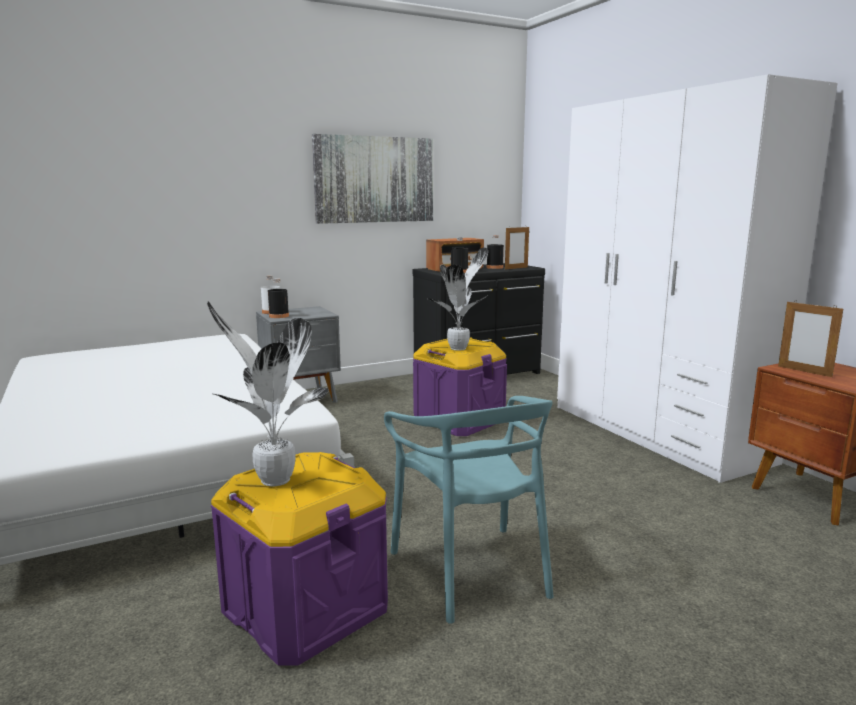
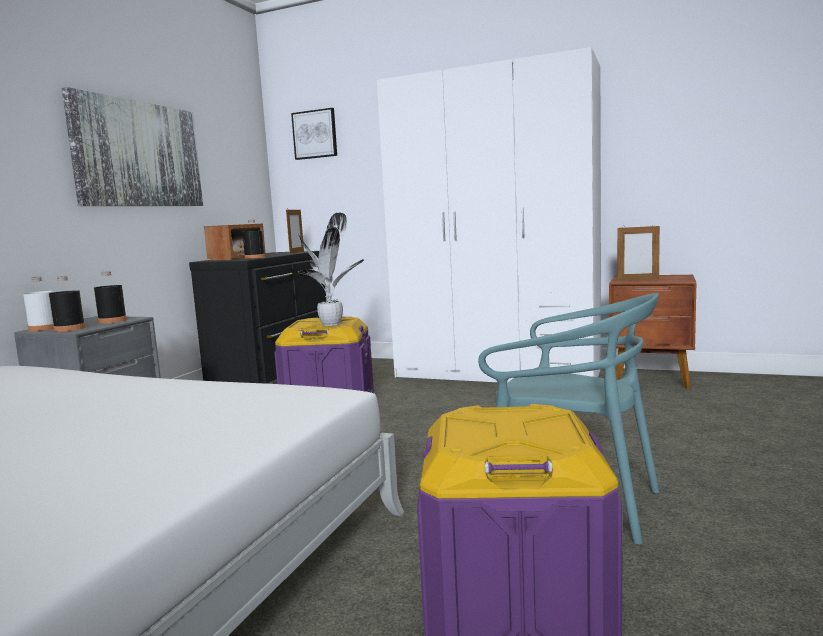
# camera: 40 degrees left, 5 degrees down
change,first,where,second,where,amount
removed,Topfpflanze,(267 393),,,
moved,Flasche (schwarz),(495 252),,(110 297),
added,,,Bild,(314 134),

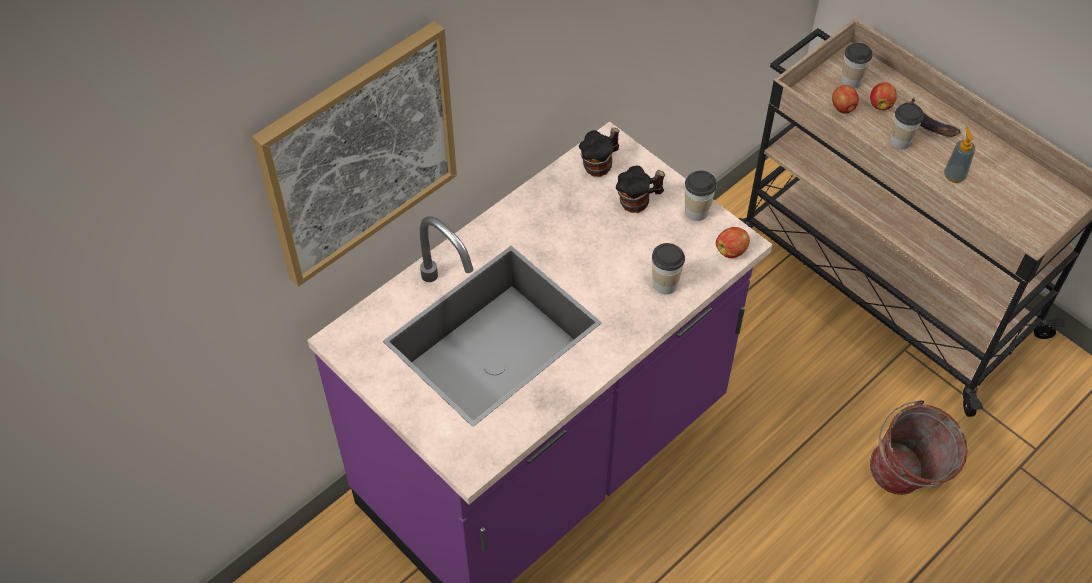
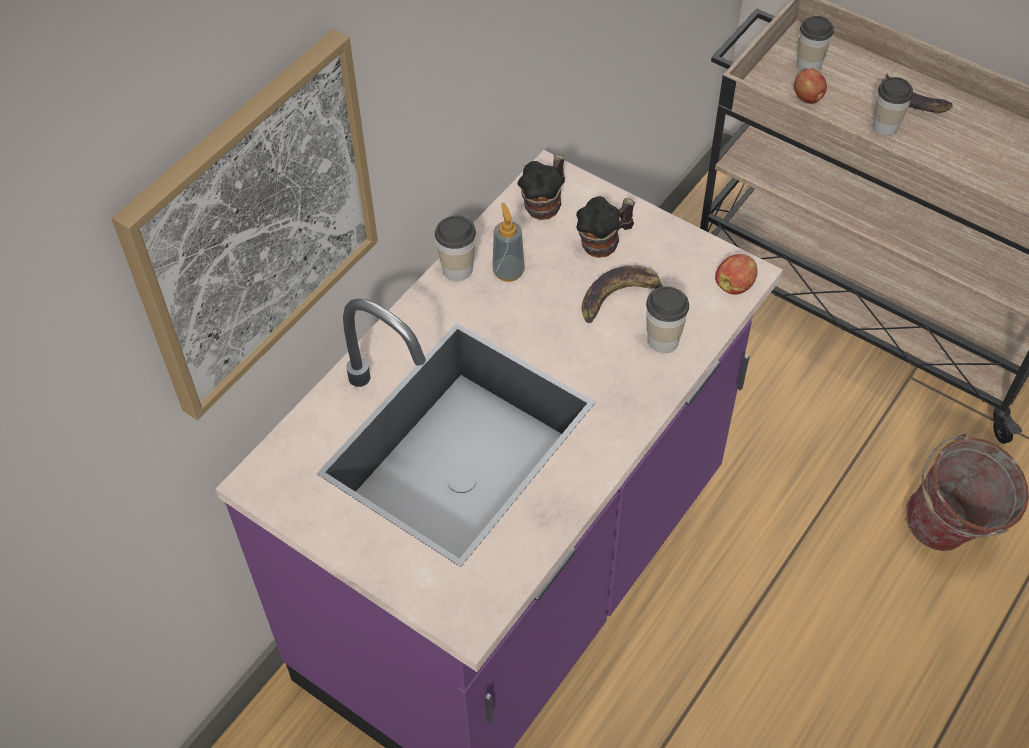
# camera: 10 degrees left, 0 degrees up
change,first,where,second,where,amount
moved,Tasse,(701 195),,(455 248),
removed,Apfel,(883 96),,,
moved,Seifenspender,(959 155),,(508 242),
added,,,Banane,(622 294),

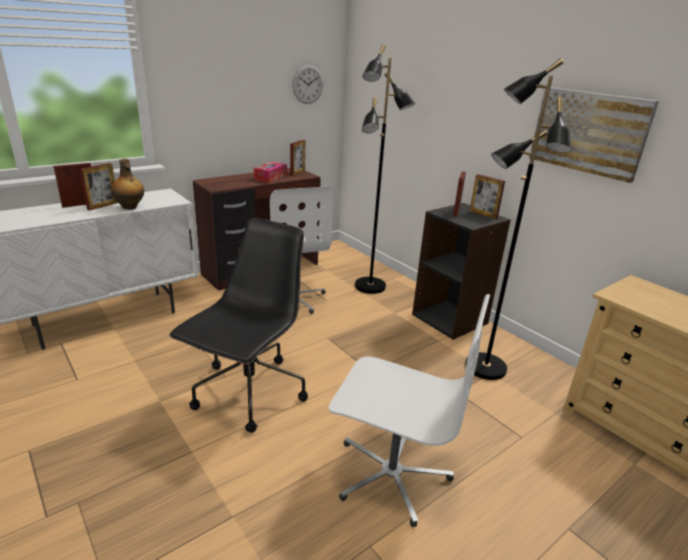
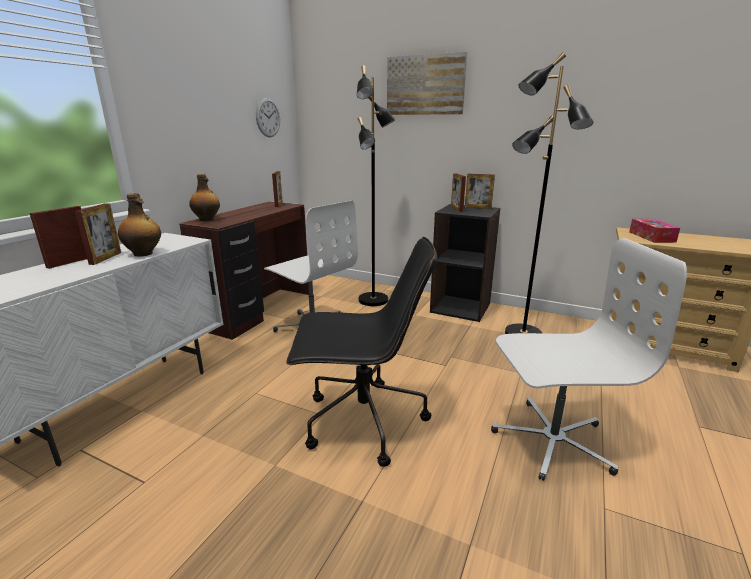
# camera: 25 degrees left, 5 degrees down
change,first,where,second,where,amount
turned,Bürostuhl (schwarz),(238 325),,(361 352),90 degrees clockwise
moved,Taschentuchbox,(270 172),,(654 231),
moved,Bild,(594 135),,(427 83),
added,,,Flasche,(204 197),

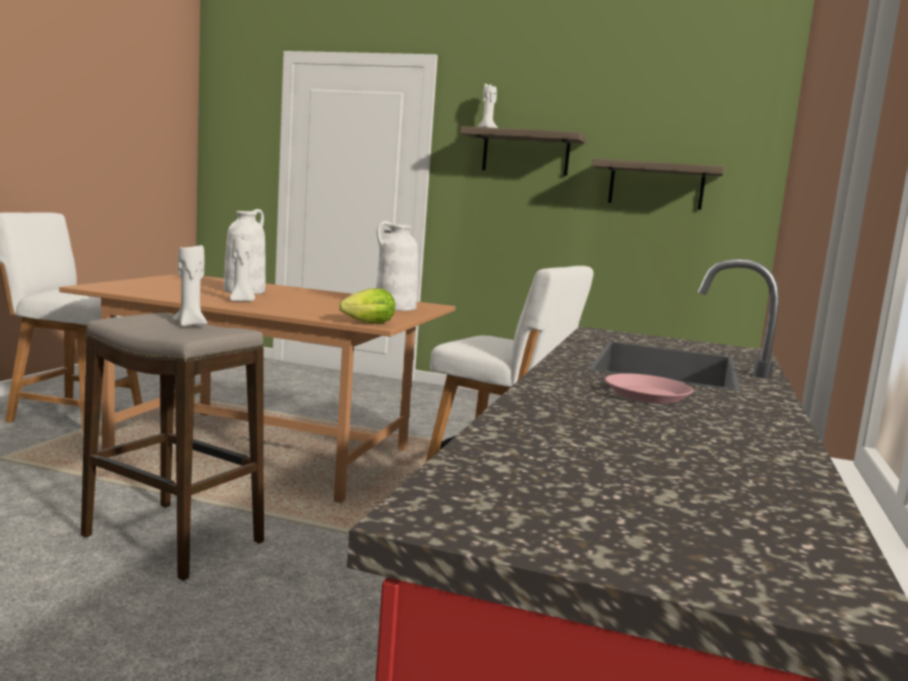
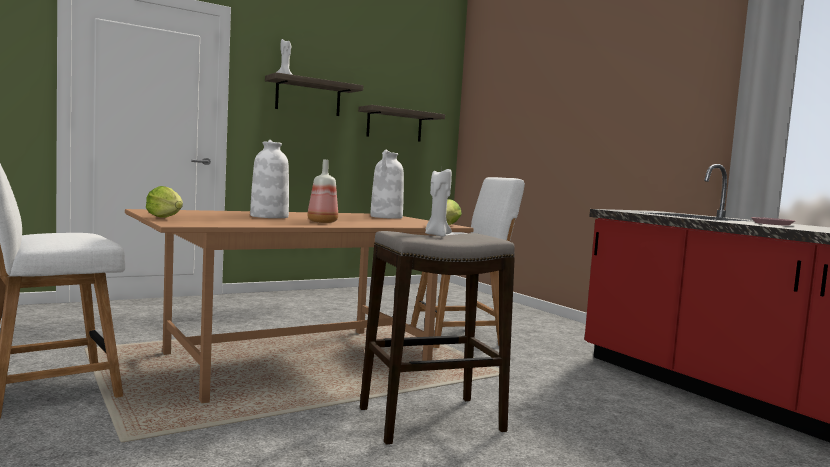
# camera: 50 degrees left, 5 degrees down
change,first,where,second,where,amount
replaced,Kerze (weiß),(242 269),Flasche,(323 191),
added,,,Salatkopf,(164 202),

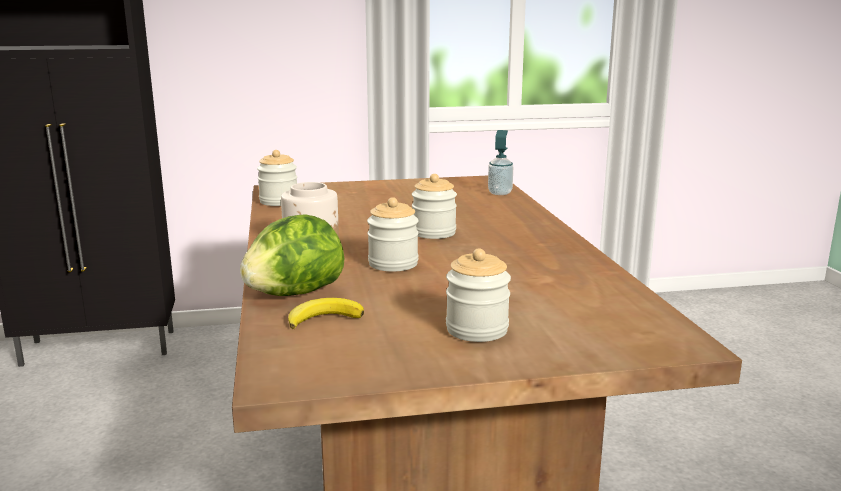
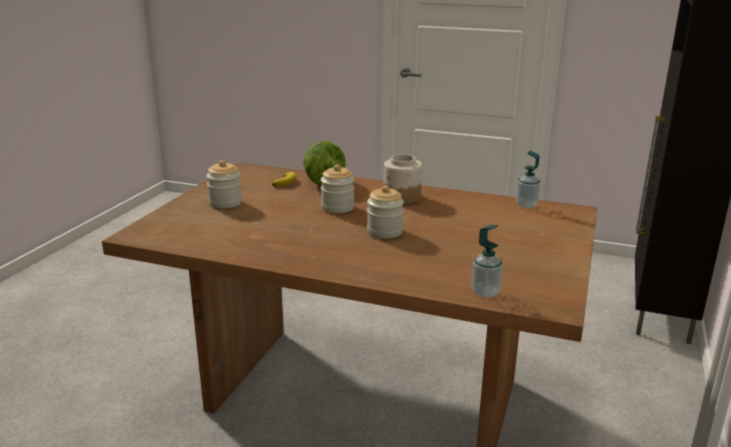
# camera: 120 degrees right, 5 degrees up
change,first,where,second,where,amount
replaced,Vorratsglas,(277 178),Seifenspender,(528 179),

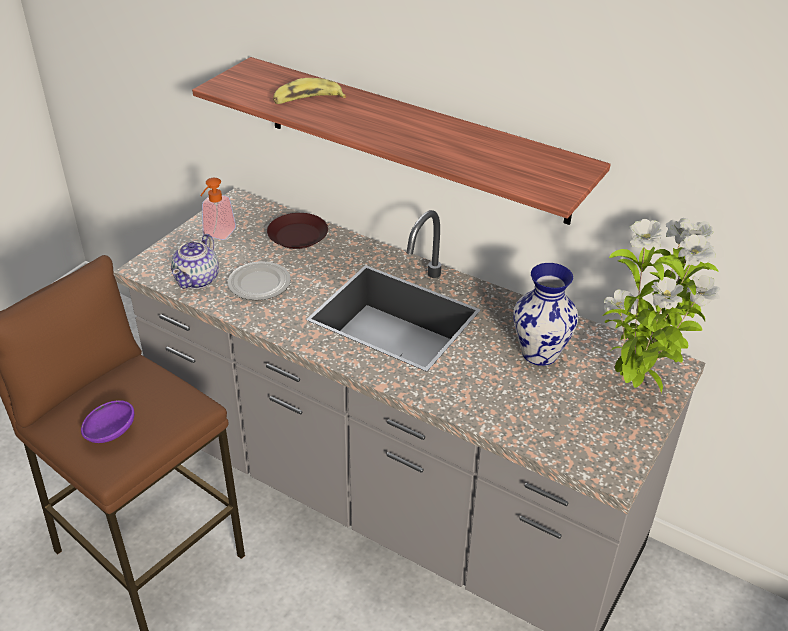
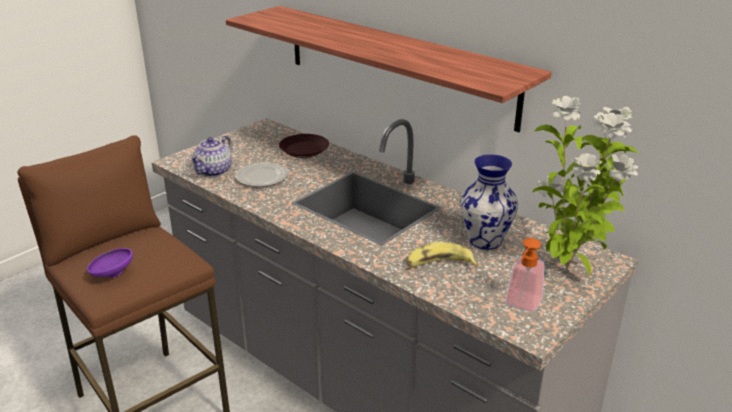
# camera: 10 degrees right, 10 degrees down
change,first,where,second,where,amount
moved,Seifenspender,(218 209),,(525 275),
moved,Banane,(309 91),,(442 254),

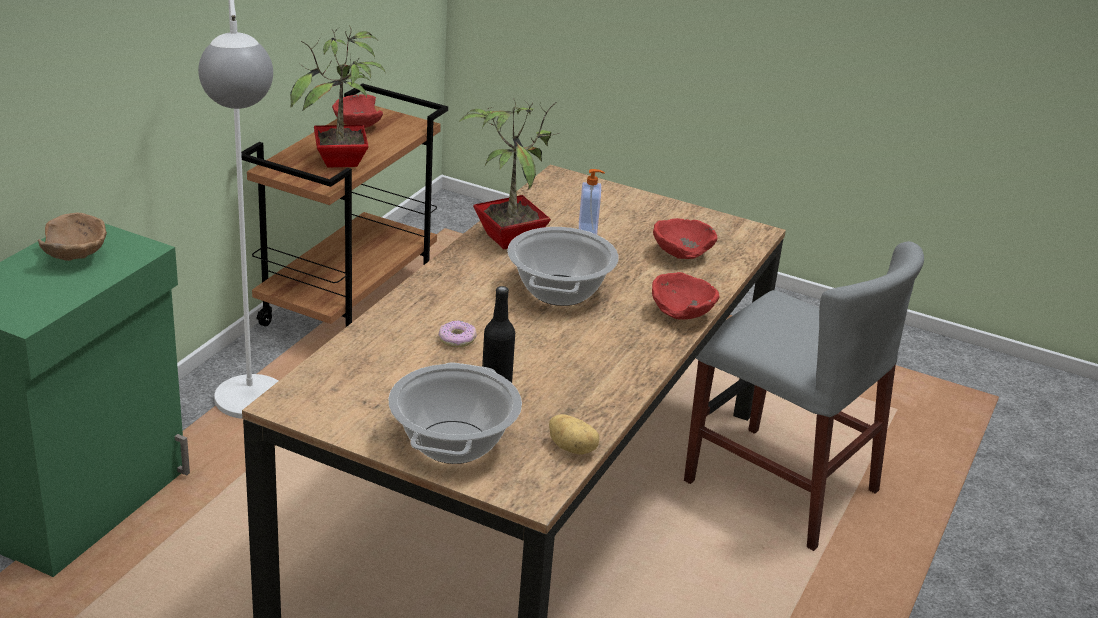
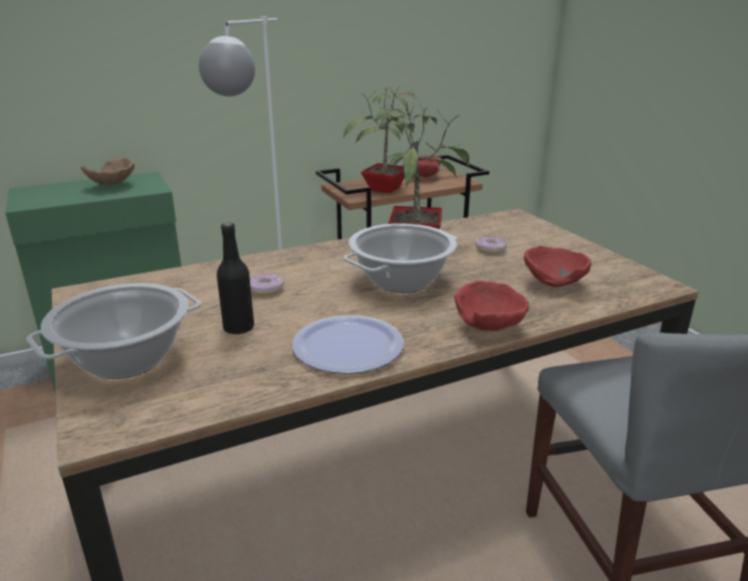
# camera: 40 degrees right, 5 degrees down
change,first,where,second,where,amount
removed,Kartoffel,(574 434),,,
replaced,Seifenspender,(592 202),Donut,(491 245),
added,,,Teller,(348 344),

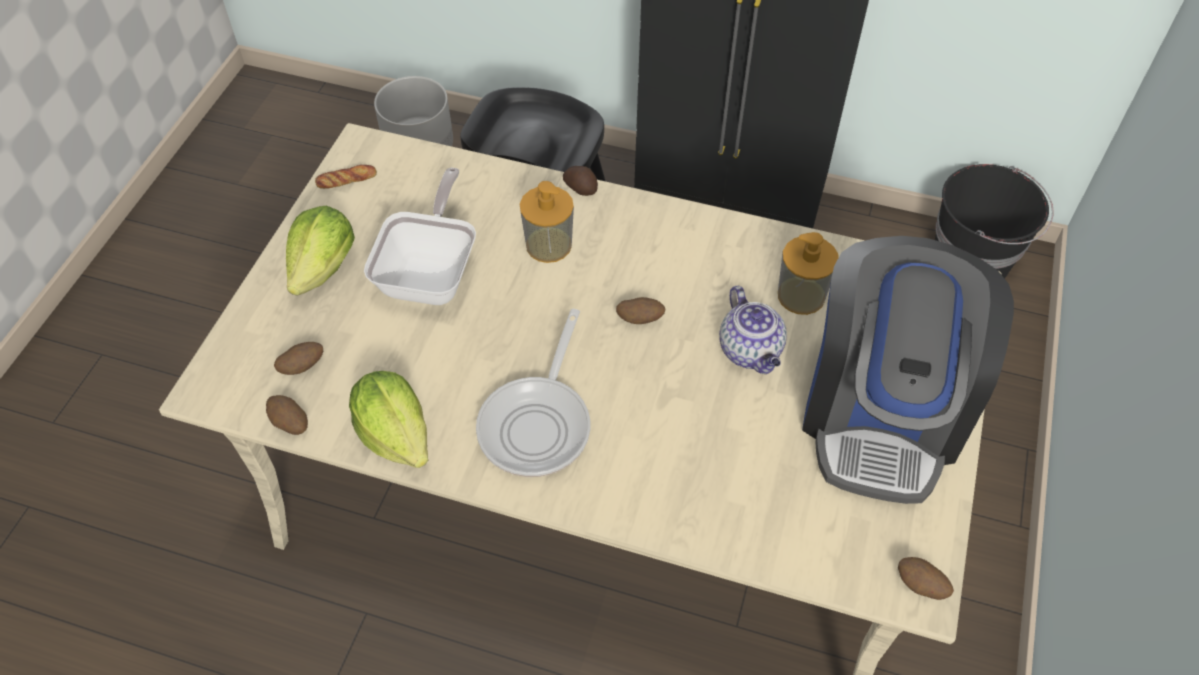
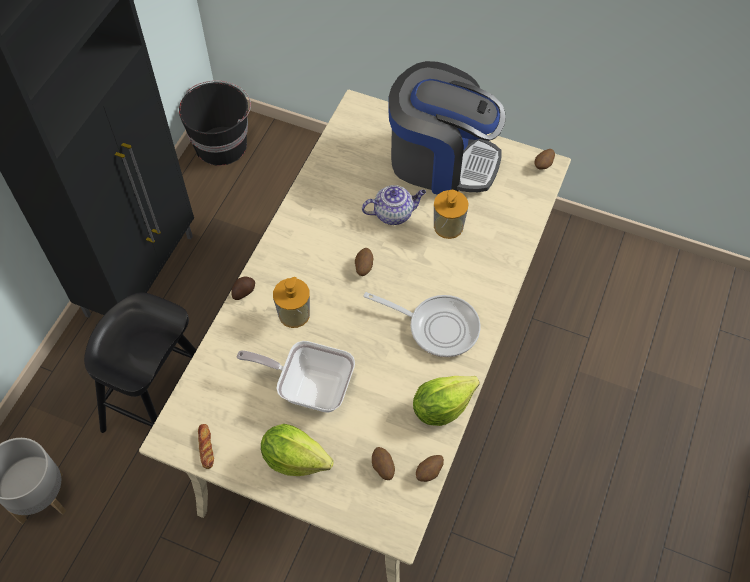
# camera: 85 degrees left, 5 degrees up
change,first,where,second,where,amount
moved,Seifenspender,(808 273),,(451 214),

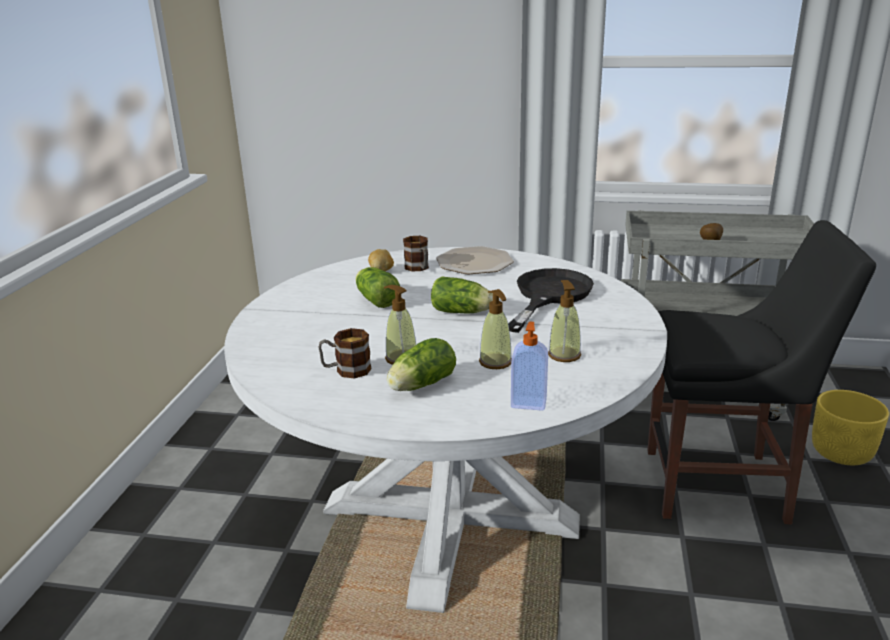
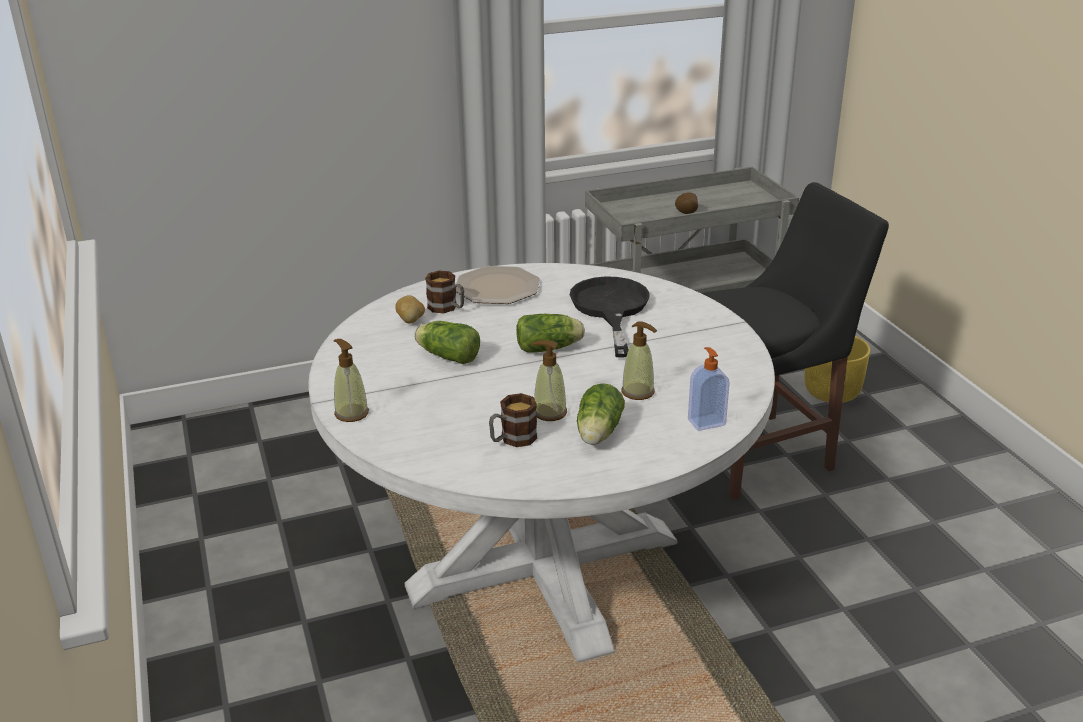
# camera: 30 degrees left, 5 degrees up
change,first,where,second,where,amount
moved,Seifenspender,(564 321),,(351 380),

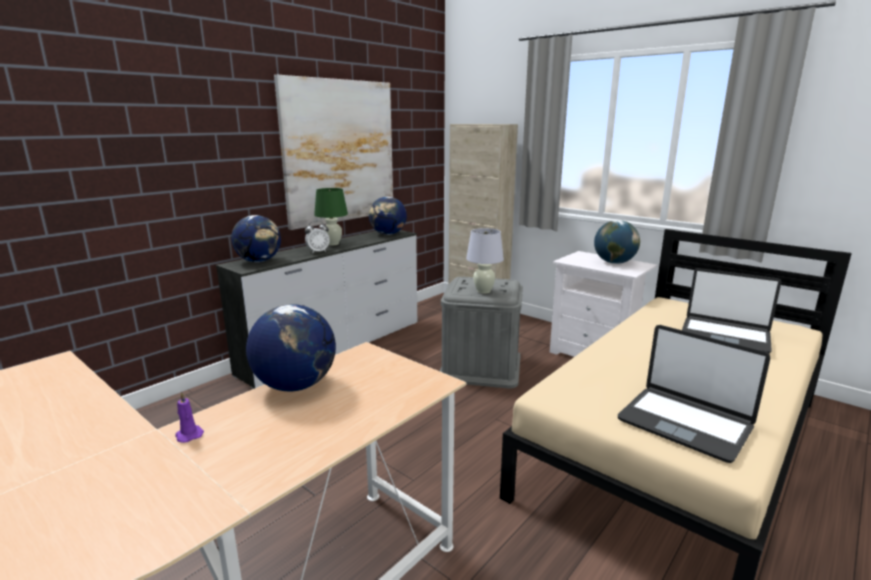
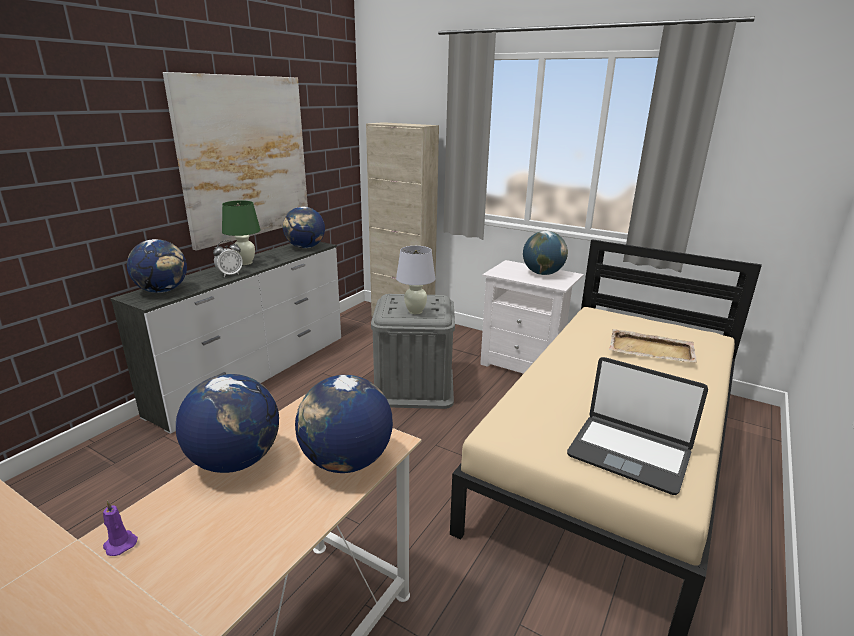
# camera: 10 degrees left, 5 degrees up
change,first,where,second,where,amount
replaced,Laptop,(732 310),Tablett (beige),(653 346),
added,,,Globus,(344 424),

